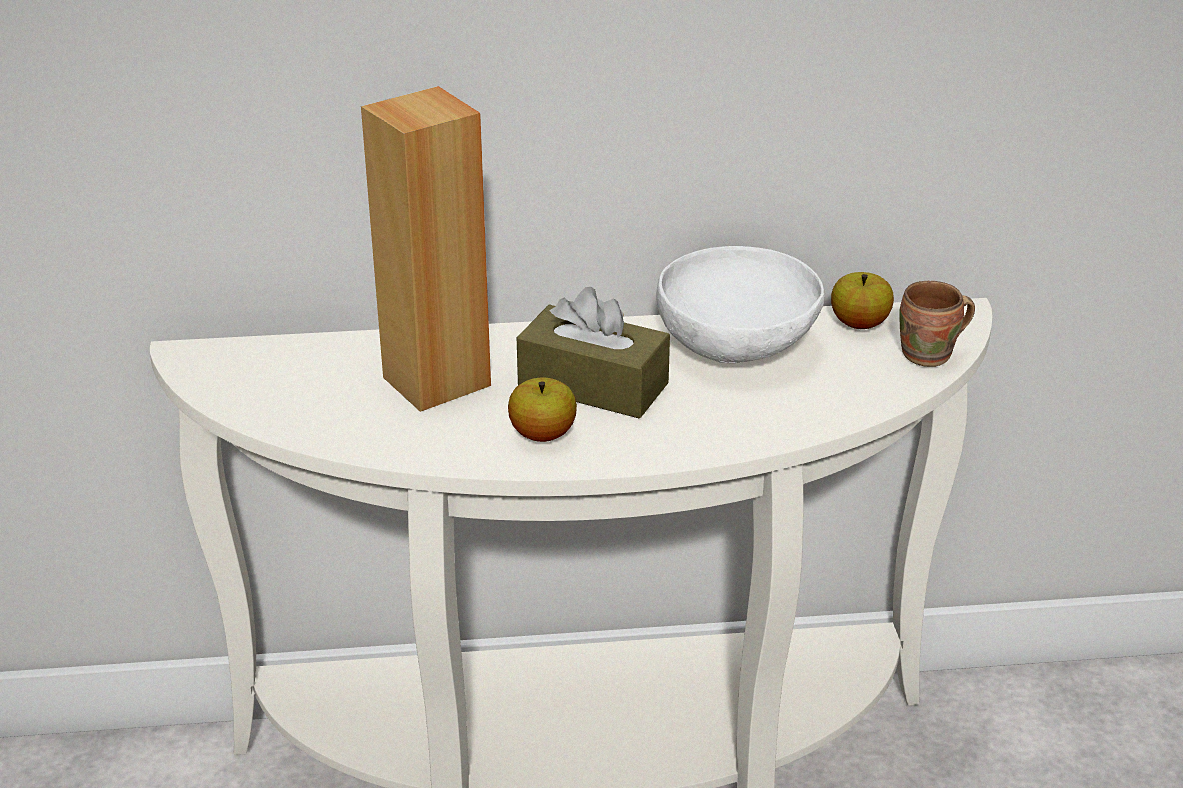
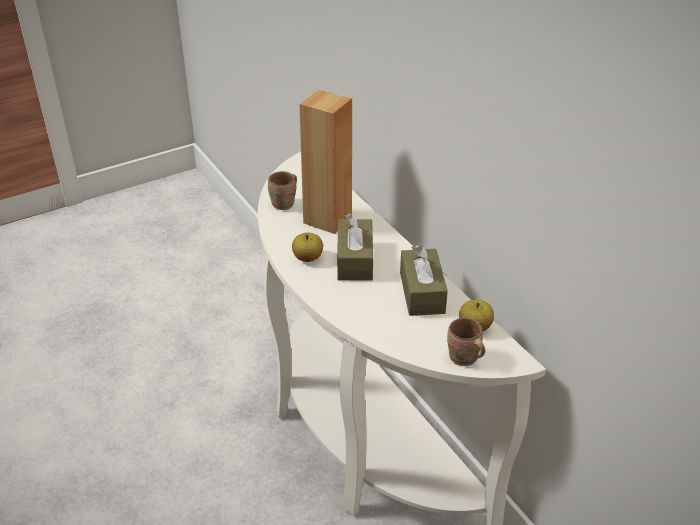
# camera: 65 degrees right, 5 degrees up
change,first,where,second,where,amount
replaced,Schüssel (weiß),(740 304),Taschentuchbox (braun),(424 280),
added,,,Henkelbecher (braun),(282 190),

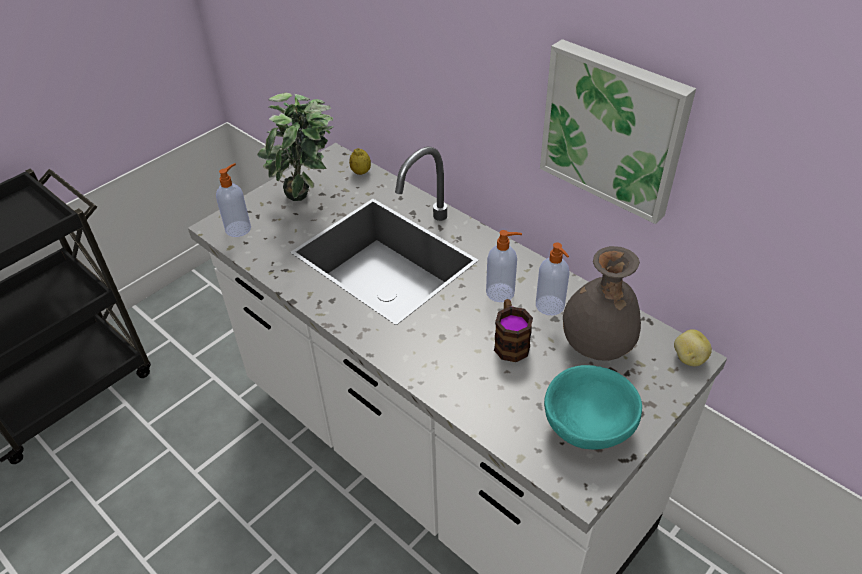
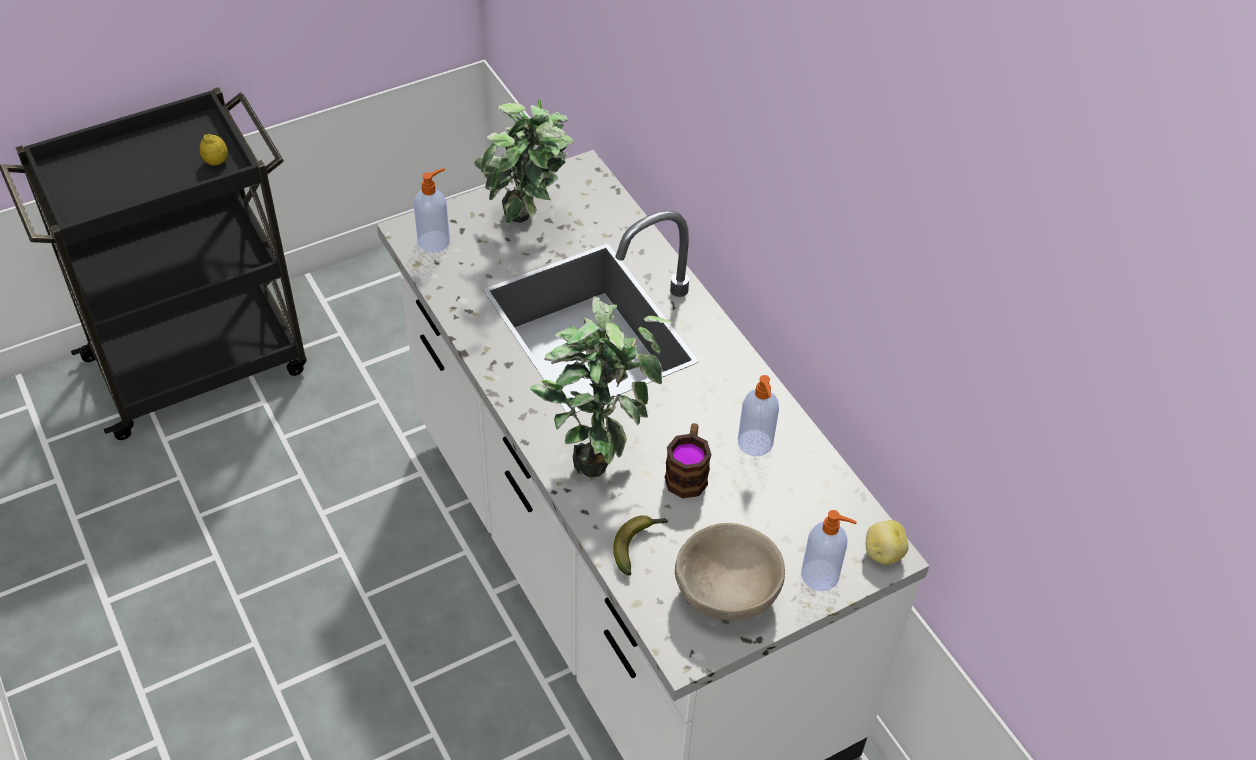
# camera: 15 degrees right, 5 degrees up
change,first,where,second,where,amount
moved,Zitrone,(360 161),,(213 150),
moved,Seifenspender,(504 266),,(829 550),
removed,Bild,(618 131),,,
recoloured,Schüssel (türkis),(593 407),Schüssel (beige),(730 571),
removed,Vase (grau),(602 303),,,
added,,,Topfpflanze,(601 387),
added,,,Banane,(640 545),

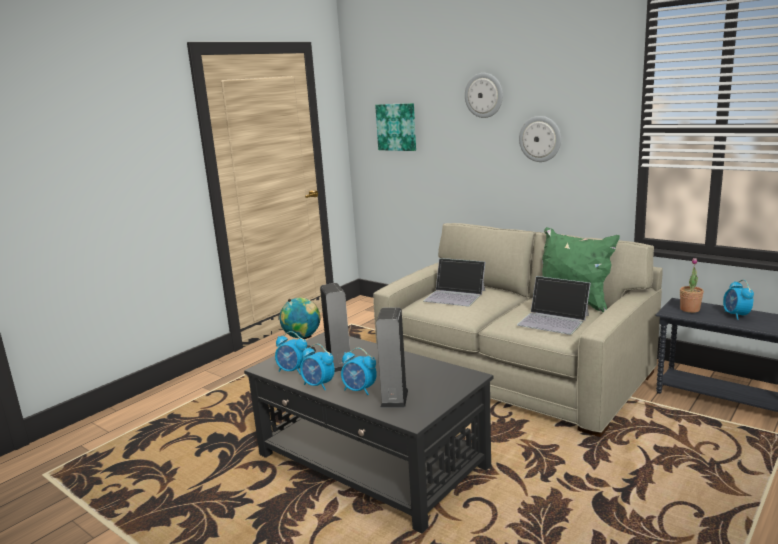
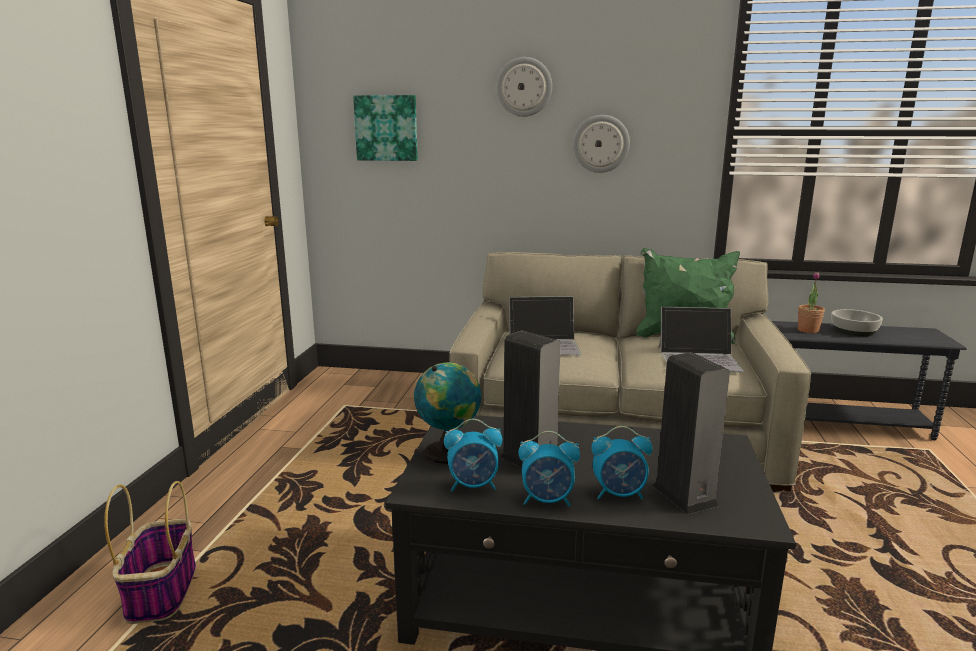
# camera: 30 degrees left, 0 degrees up
change,first,where,second,where,amount
replaced,Wecker,(738 300),Schüssel,(857 323),
added,,,Korb,(150 552),

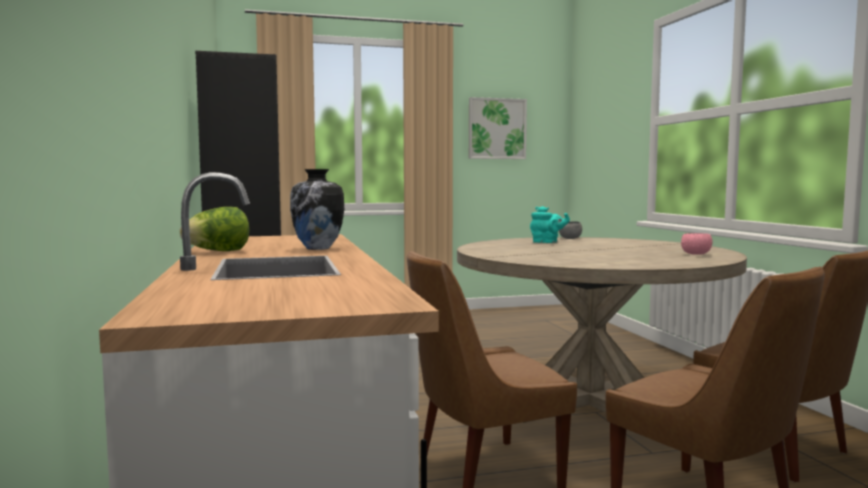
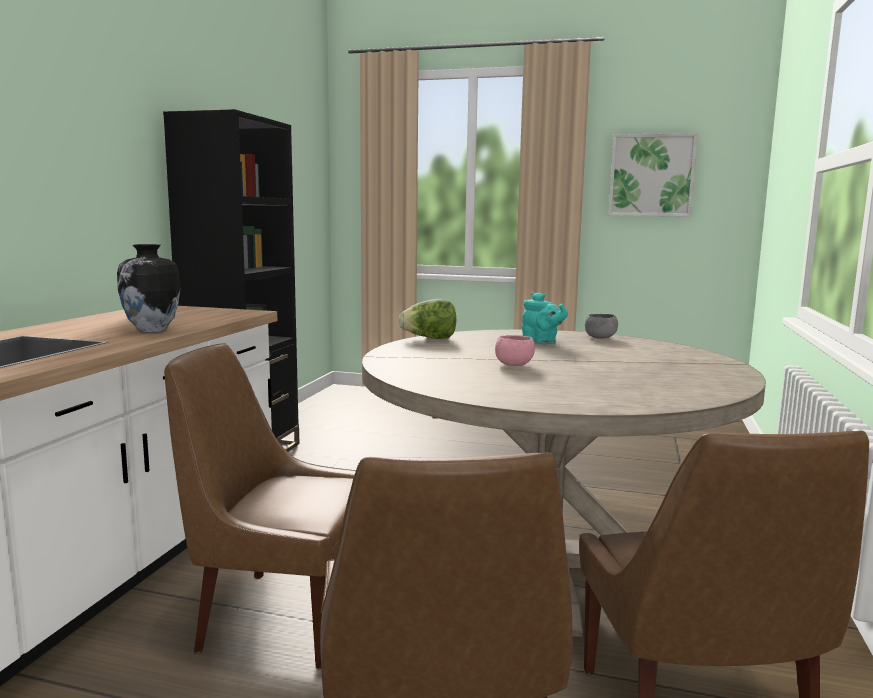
# camera: 30 degrees right, 5 degrees up
change,first,where,second,where,amount
moved,Salatkopf,(214 229),,(427 319),
moved,Schüssel (rosa),(697 244),,(515 350),

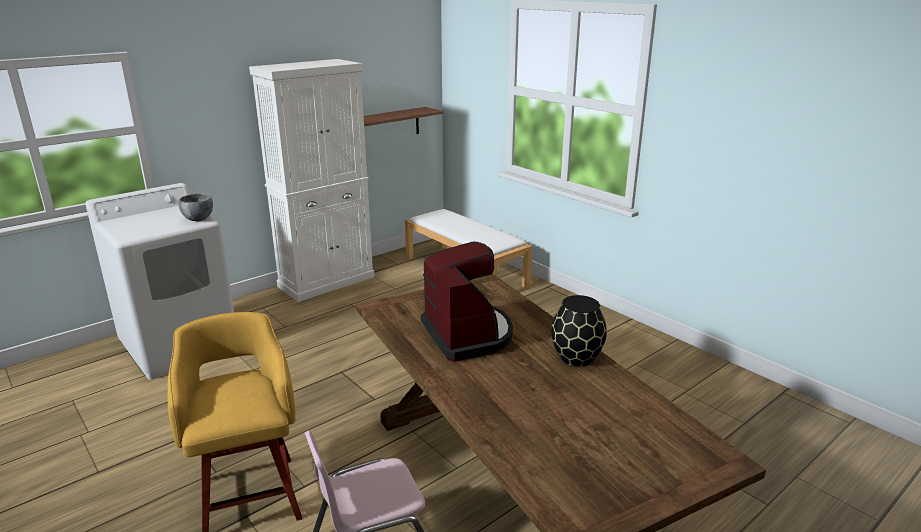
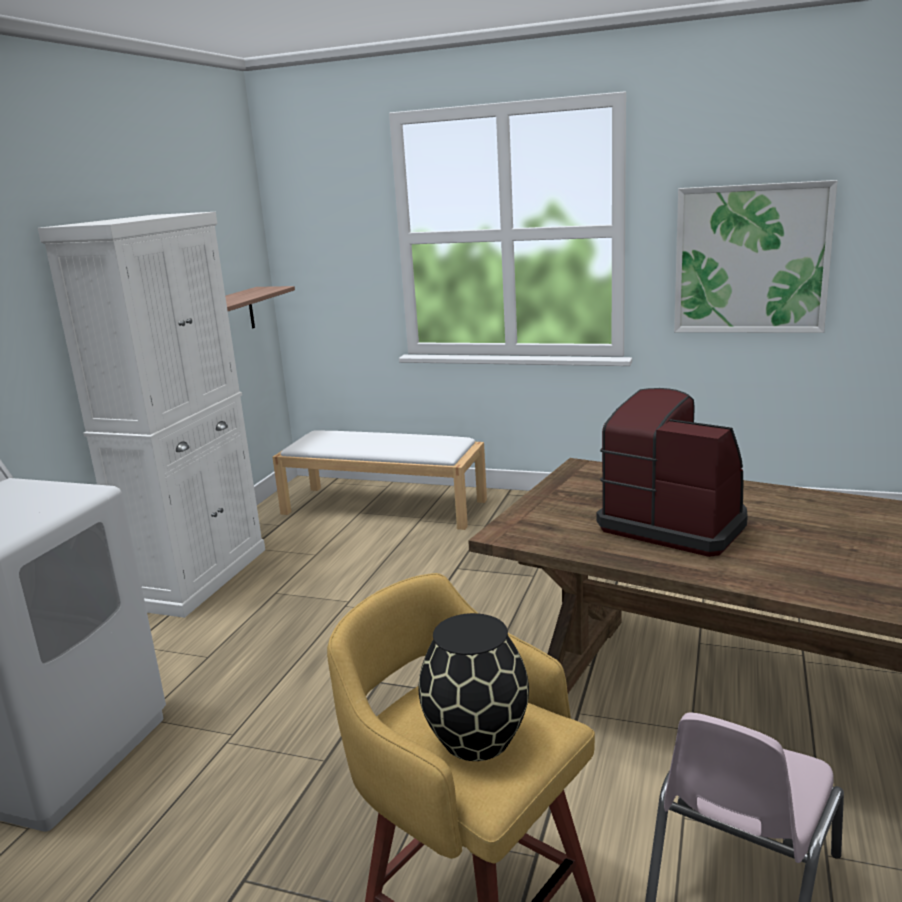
# camera: 30 degrees left, 5 degrees down
change,first,where,second,where,amount
removed,Schüssel (grau),(196 207),,,
moved,Vase (schwarz),(579 331),,(474 687),
added,,,Bild,(755 256),

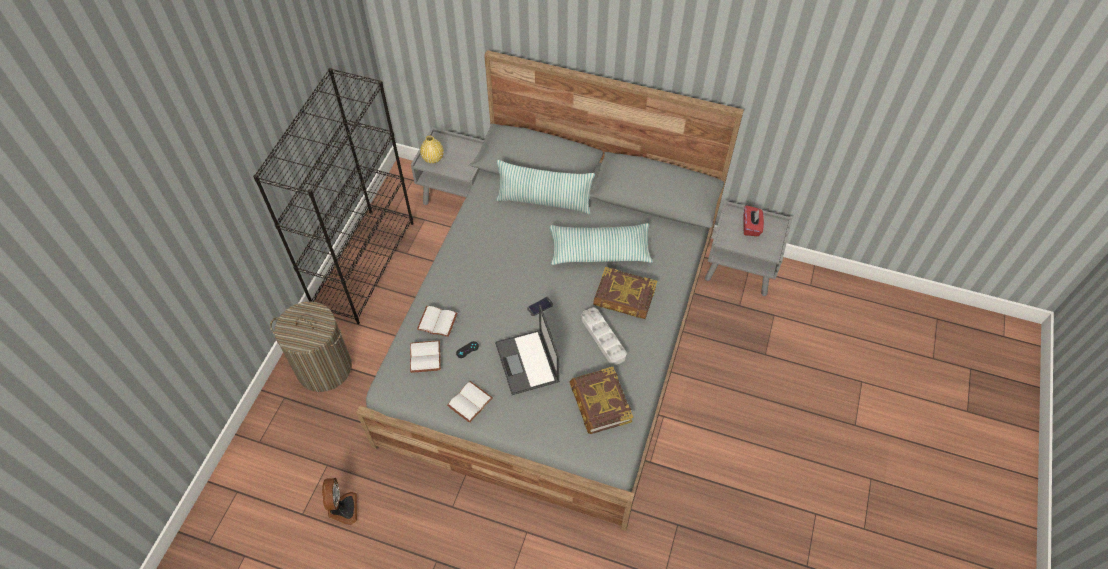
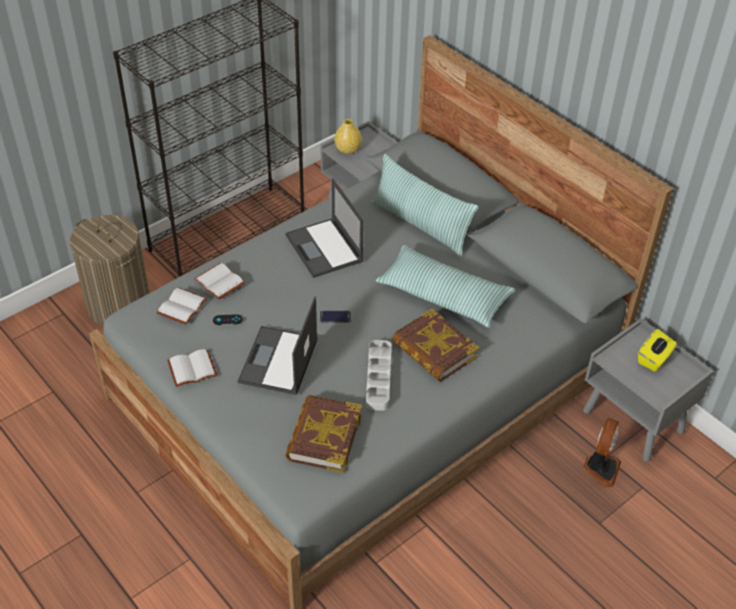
# camera: 30 degrees right, 10 degrees down
change,first,where,second,where,amount
moved,Ventilator,(339 501),,(602 453),
recoloured,Taschentuchbox (rot),(753 220),Taschentuchbox (gelb),(657 350),
added,,,Laptop,(324 228),

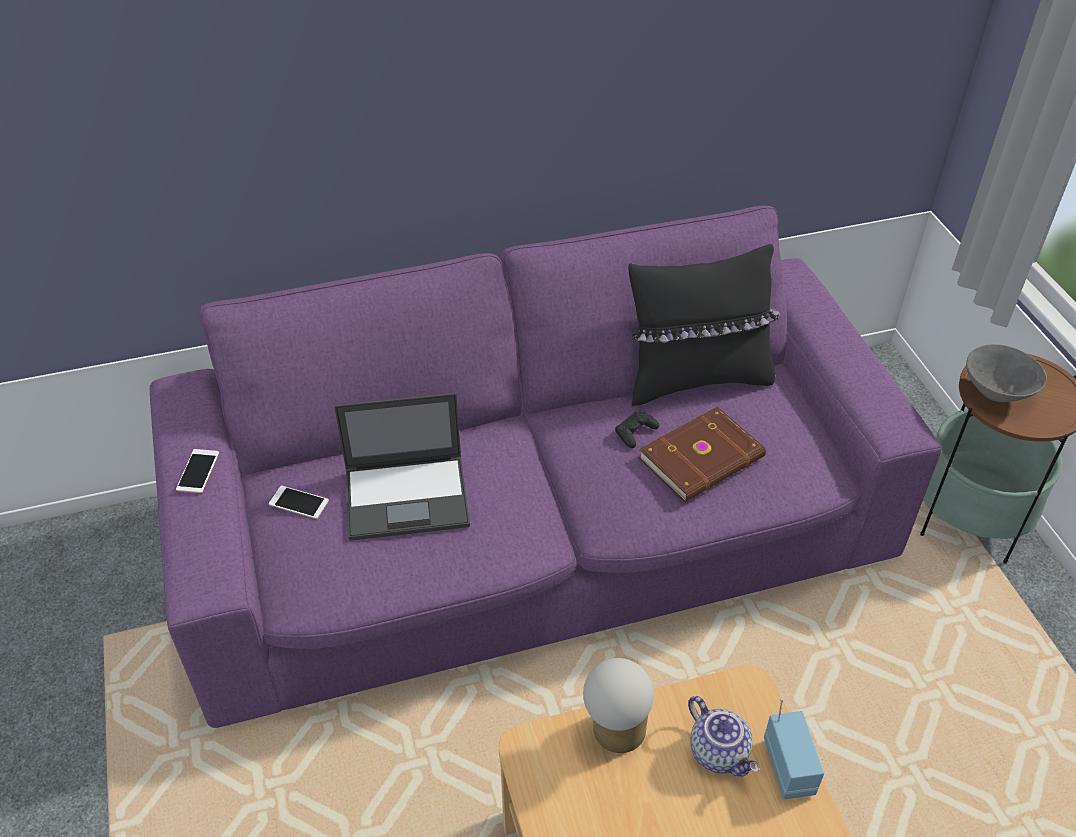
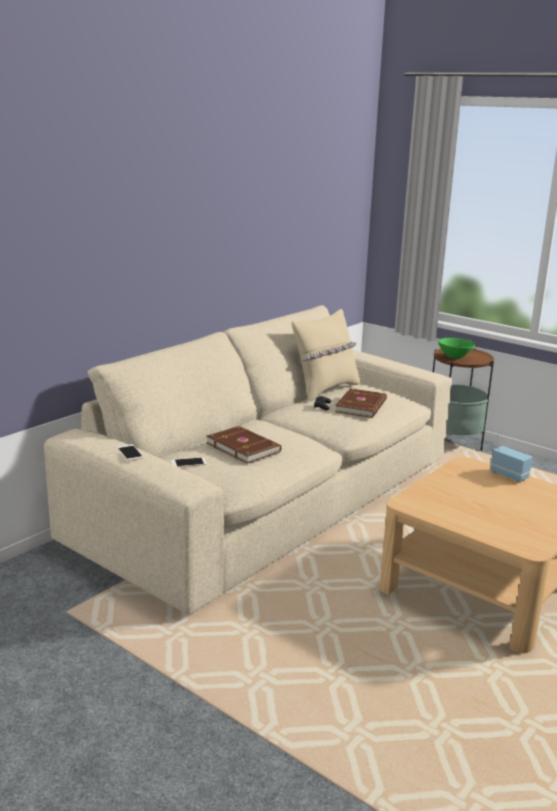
# camera: 35 degrees left, 25 degrees down
change,first,where,second,where,amount
recoloured,Sofa (lila),(546 467),Sofa (beige),(248 459),
replaced,Laptop,(402 467),Buch (braun),(243 445),
removed,Tischlampe,(618 705),,,
recoloured,Kissen (schwarz),(704 325),Kissen (beige),(326 355),
removed,Teekanne,(723 736),,,
recoloured,Schüssel (grau),(1006 373),Schüssel (grün),(456 348),

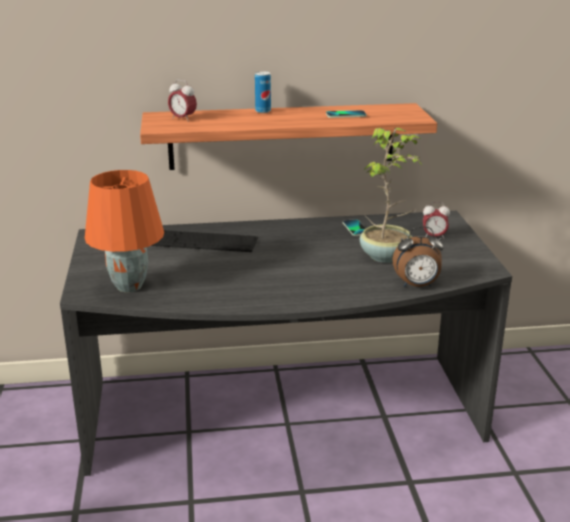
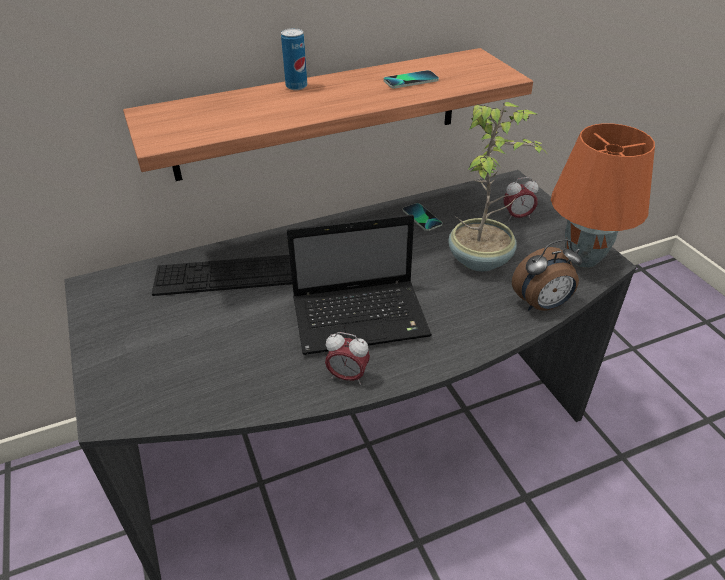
# camera: 15 degrees left, 15 degrees up
change,first,where,second,where,amount
moved,Tischlampe (orange),(124 231),,(603 195),
moved,Wecker,(182 100),,(347 358),
added,,,Laptop,(359 284),

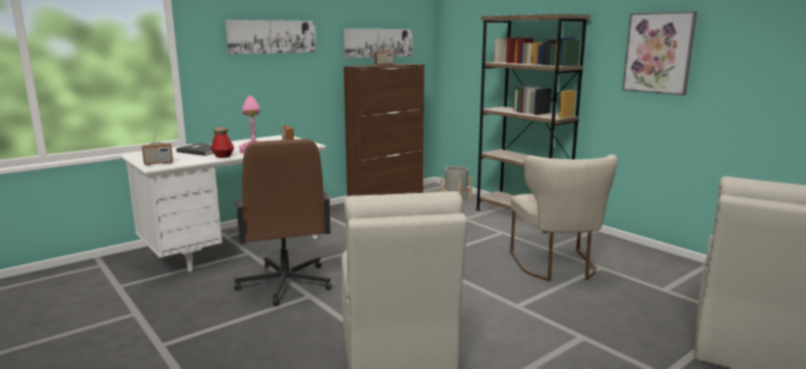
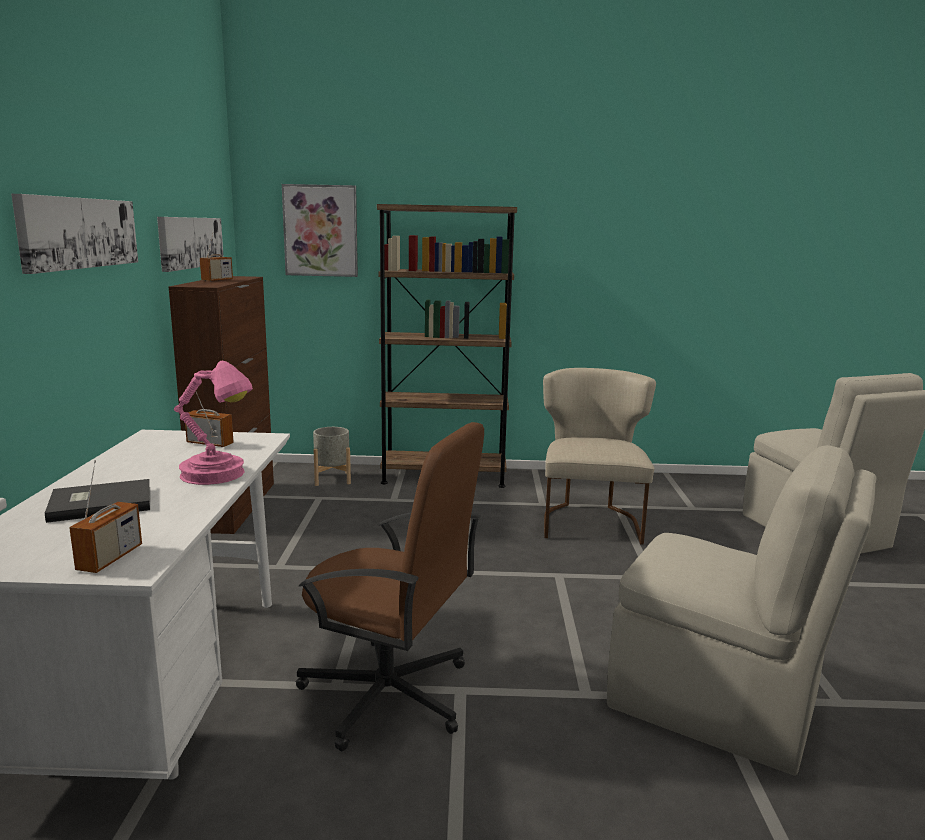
# camera: 50 degrees left, 0 degrees up
change,first,where,second,where,amount
removed,Flasche,(222 142),,,
turned,Stuhl (beige),(564 218),,(599 456),120 degrees counterclockwise
moved,Bild,(659 53),,(320 230),

